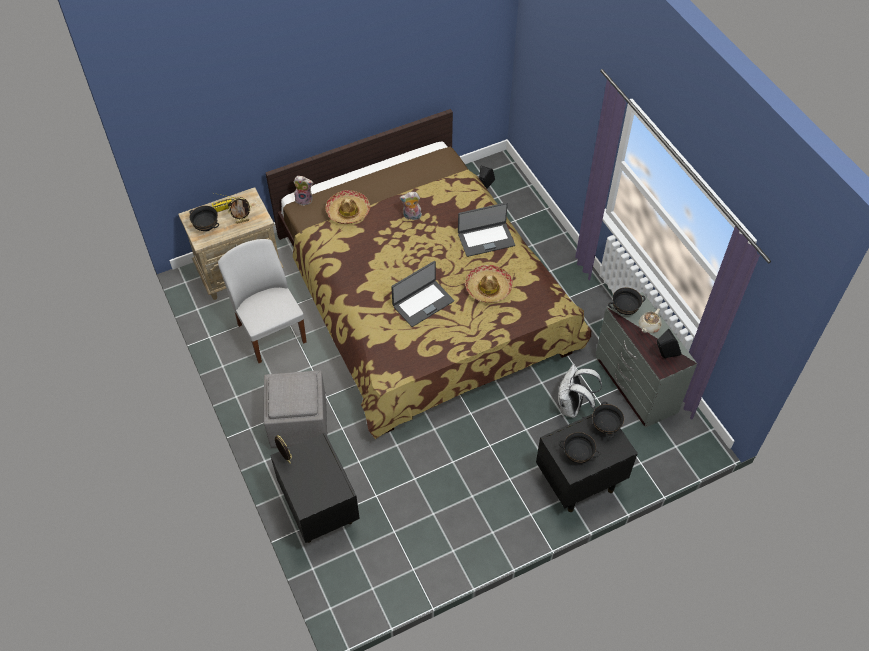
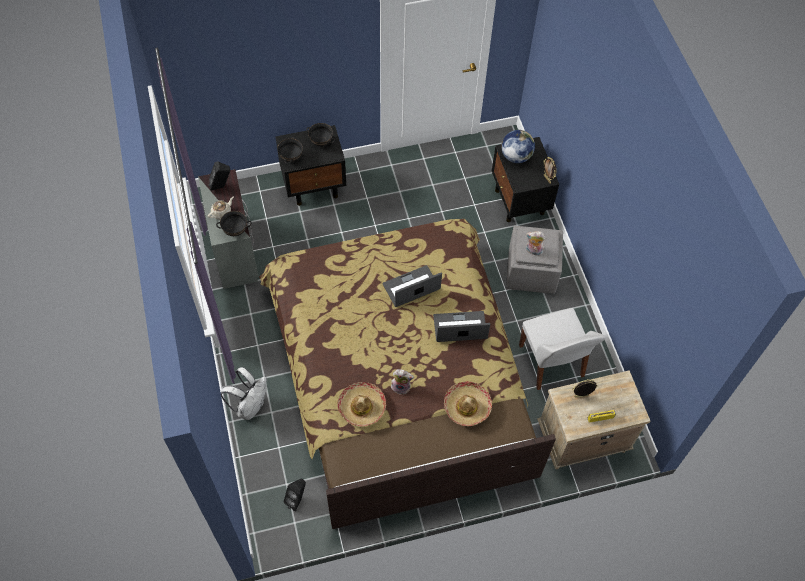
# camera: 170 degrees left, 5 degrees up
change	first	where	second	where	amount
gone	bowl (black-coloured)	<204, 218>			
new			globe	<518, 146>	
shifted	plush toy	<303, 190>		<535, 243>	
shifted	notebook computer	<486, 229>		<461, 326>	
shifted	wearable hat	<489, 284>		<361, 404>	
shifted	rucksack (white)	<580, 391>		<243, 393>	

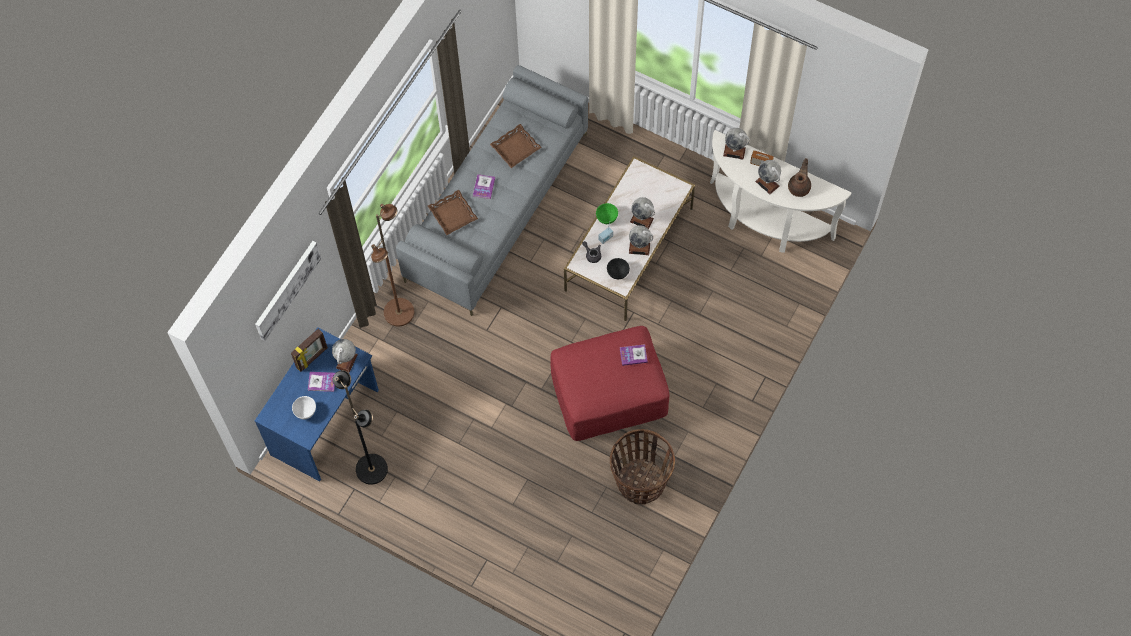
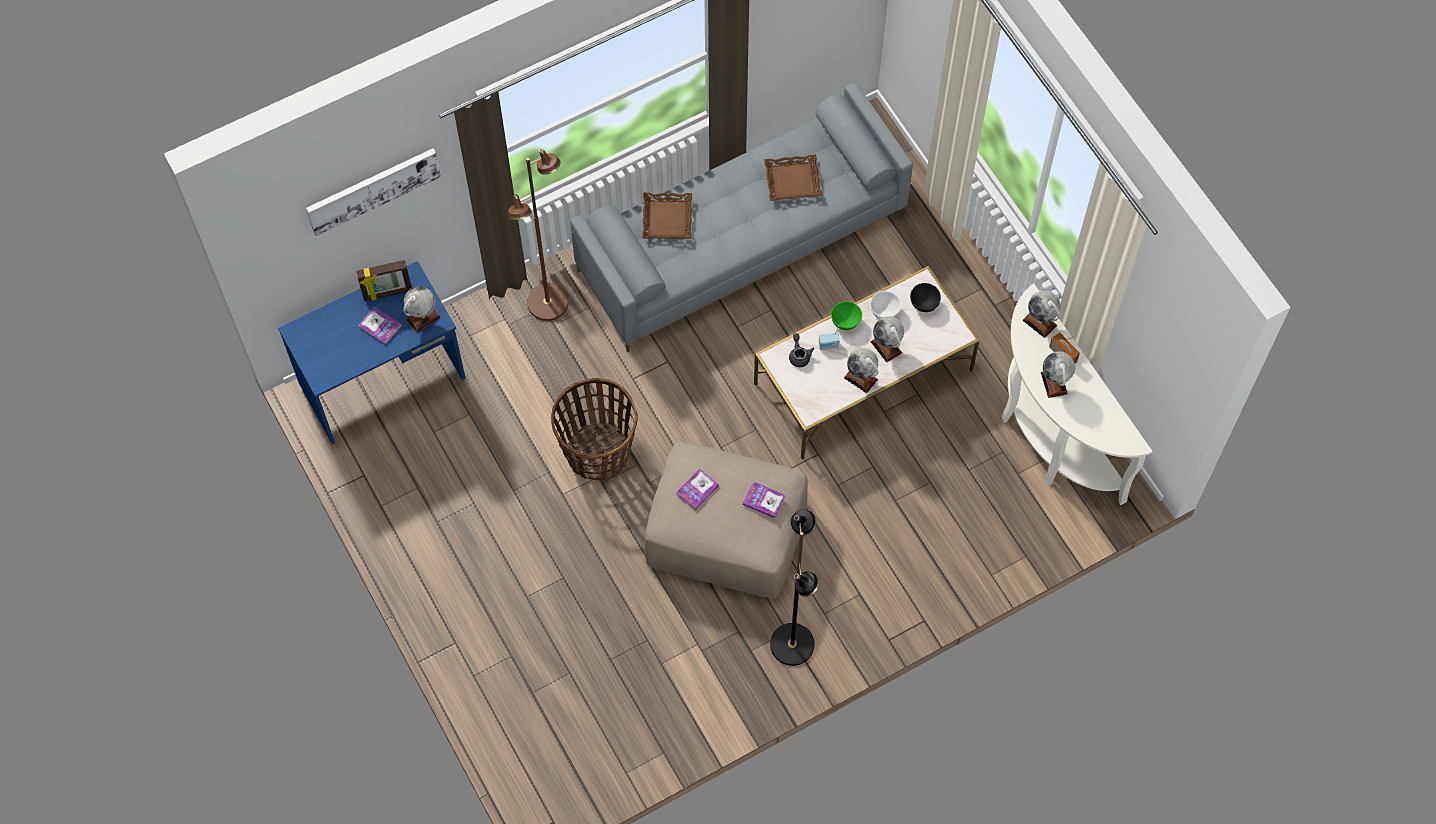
# camera: 30 degrees right, 0 degrees up
change	first	where	second	where	amount
gone	teapot (brown)	<799, 177>			
shifted	bowl (white)	<304, 408>		<885, 305>	
shifted	floor lamp (black-coloured)	<360, 427>		<794, 588>	
shifted	bound book	<484, 186>		<697, 489>	
shifted	bowl (black-coloured)	<618, 268>		<925, 297>	
shifted	basket	<642, 467>		<594, 429>	
repainted	footrest (red)	<609, 383>	footrest (sand-coloured)	<726, 520>	

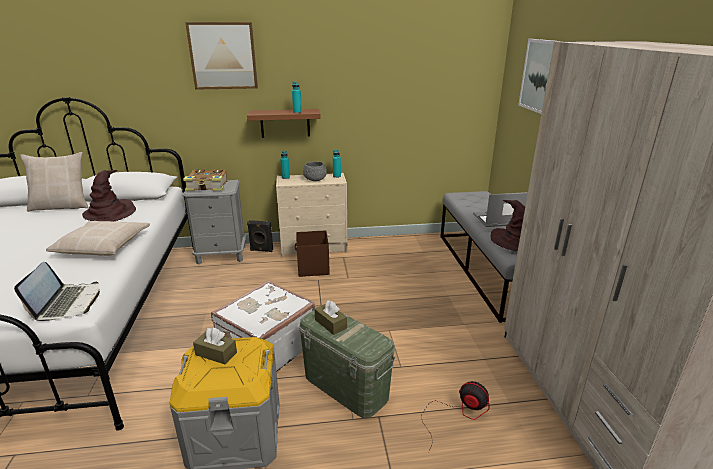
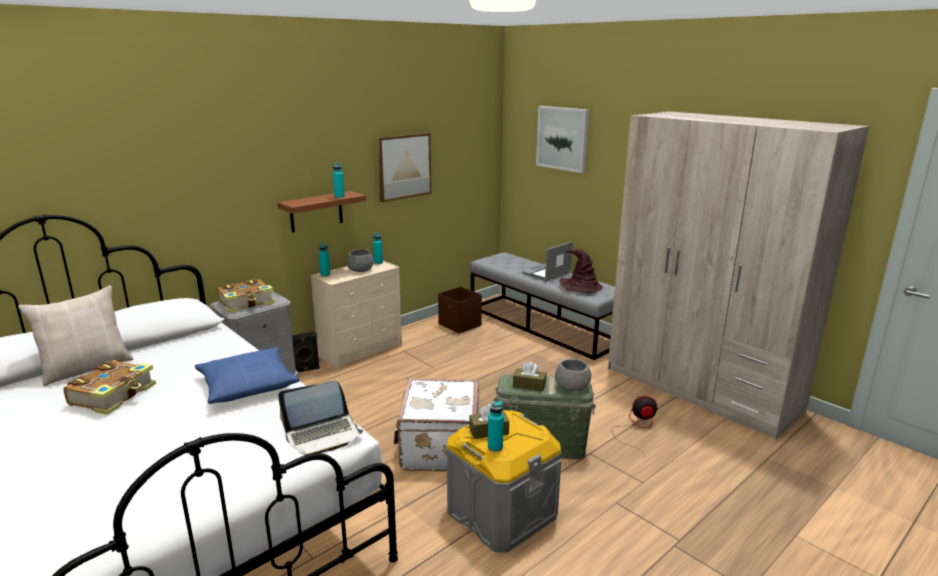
# camera: 35 degrees left, 5 degrees down
change	first	where	second	where	amount
gone	wearable hat (brown)	<109, 195>			
new			bound book	<109, 387>	
new			drink bottle (blue-green)	<496, 426>	
new			bowl (greyish)	<573, 375>	
shifted	wall picture	<221, 56>		<404, 167>	
shifted	storage container (brown)	<312, 253>		<460, 310>	
repainted	throw pillow (sand-coloured)	<98, 238>	throw pillow (blue)	<247, 375>	
rotated	notebook computer	<57, 291>		<320, 418>	105 degrees clockwise

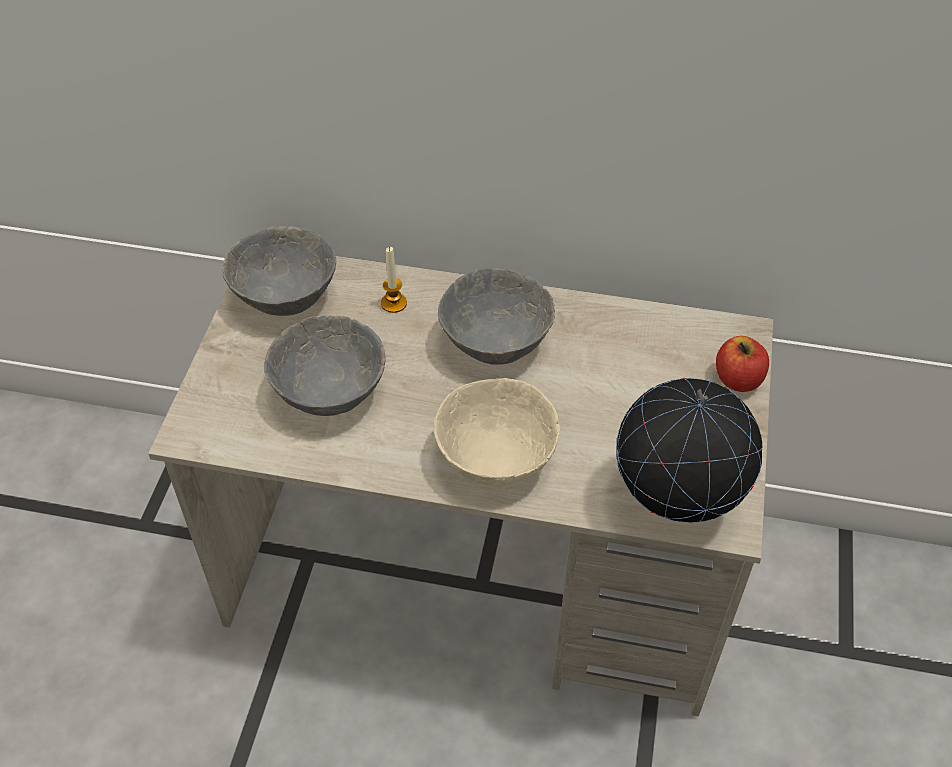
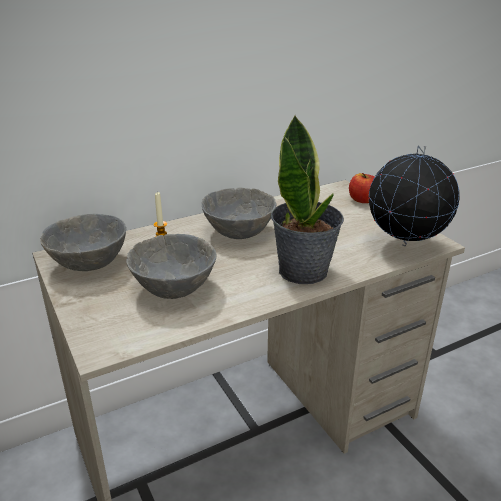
# camera: 40 degrees left, 20 degrees down
change	first	where	second	where	amount
swapped	bowl (sand-coloured)	<497, 431>	houseplant	<307, 199>	

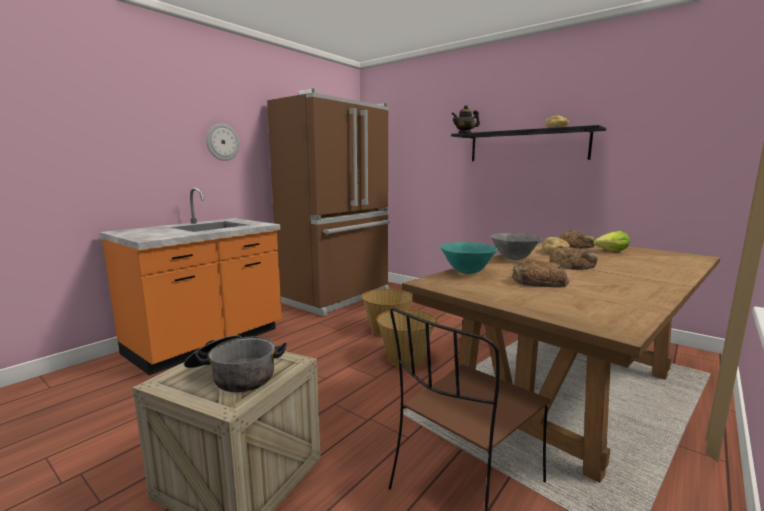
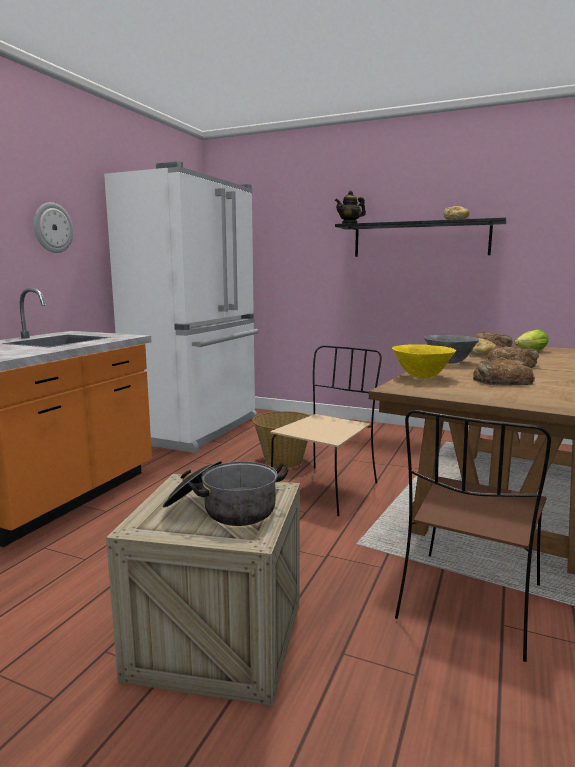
# camera: 15 degrees left, 0 degrees up
change	first	where	second	where	amount
swapped	basket	<407, 338>	chair (sand-coloured)	<326, 430>	
repainted	kitchen fridge (brown)	<328, 202>	kitchen fridge (white)	<181, 307>	
repainted	bowl (blue-green)	<469, 258>	bowl (yellow-coloured)	<424, 361>	

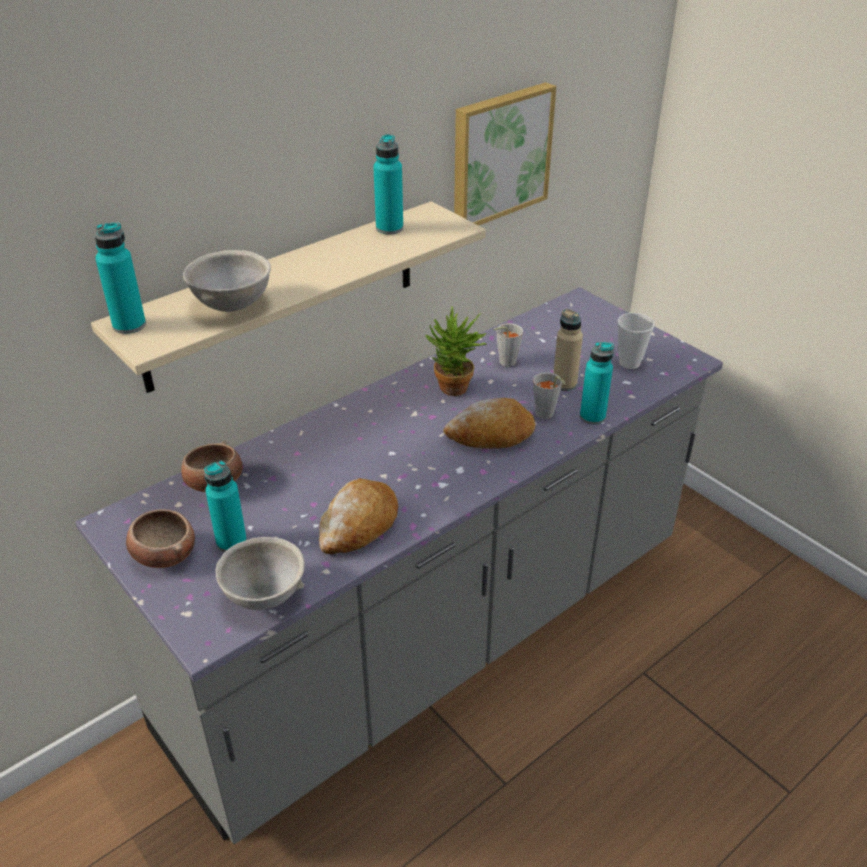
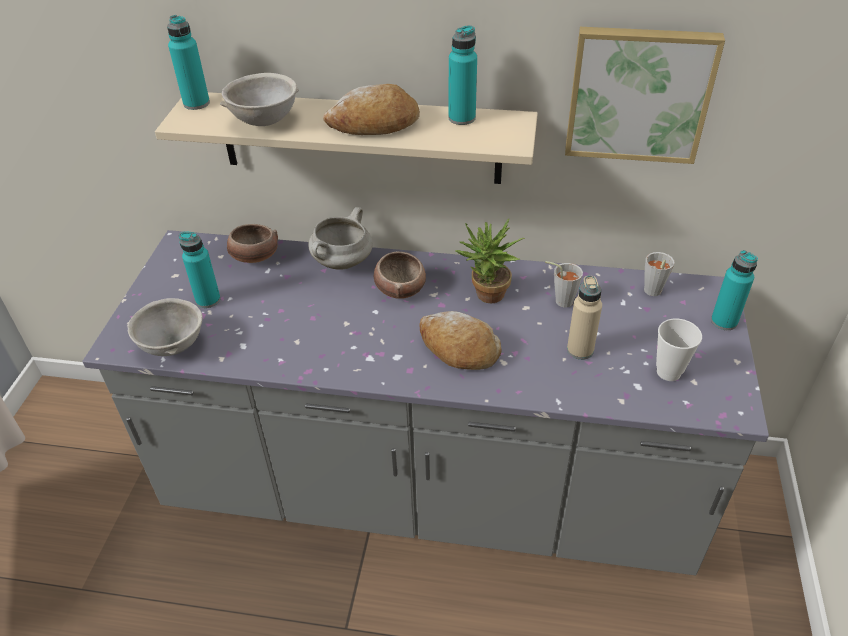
# camera: 50 degrees right, 5 degrees up
change	first	where	second	where	amount
new			stockpot (white)	<340, 238>	
shifted	bowl	<160, 538>		<400, 275>	
shifted	baked bread	<358, 516>		<371, 109>	
shifted	cup (greyish)	<549, 395>		<659, 274>	
shifted	drink bottle (blue-green)	<597, 383>		<734, 290>	

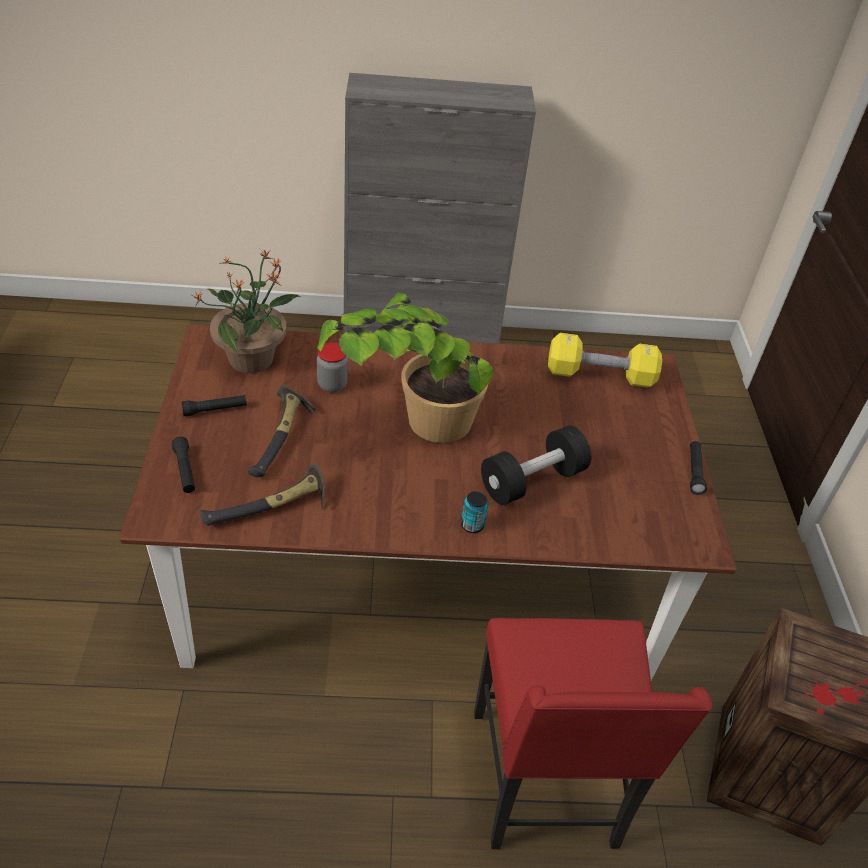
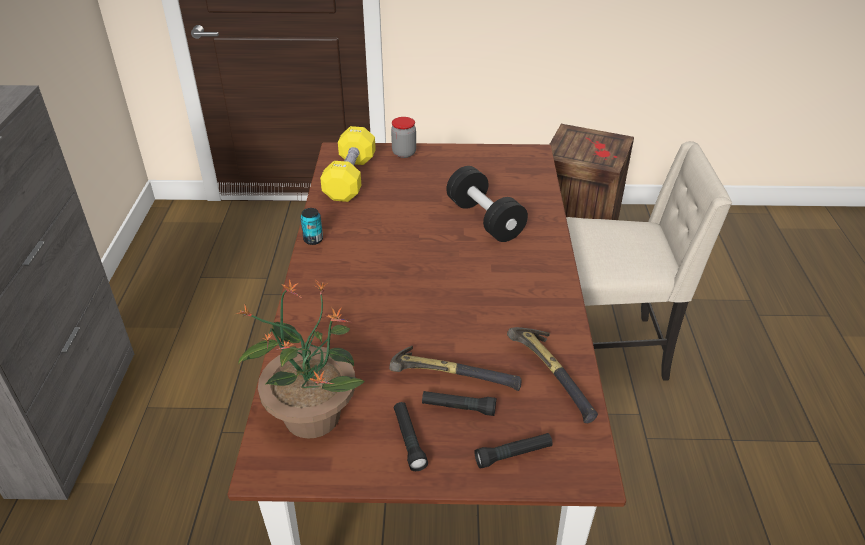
# camera: 85 degrees left, 5 degrees down
change	first	where	second	where	amount
gone	houseplant	<405, 368>			
shifted	preserve jar	<332, 367>		<403, 137>	
shifted	metal can	<474, 512>		<311, 226>	
shifted	flashlight (black-coloured)	<698, 468>		<459, 403>	
repainted	chair (red)	<593, 733>	chair (sand-coloured)	<649, 261>	

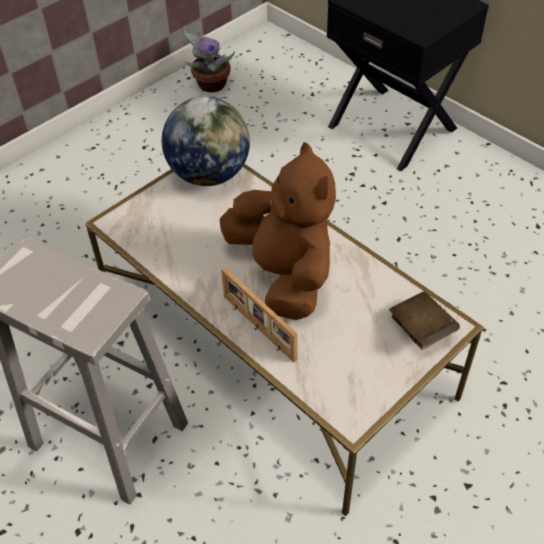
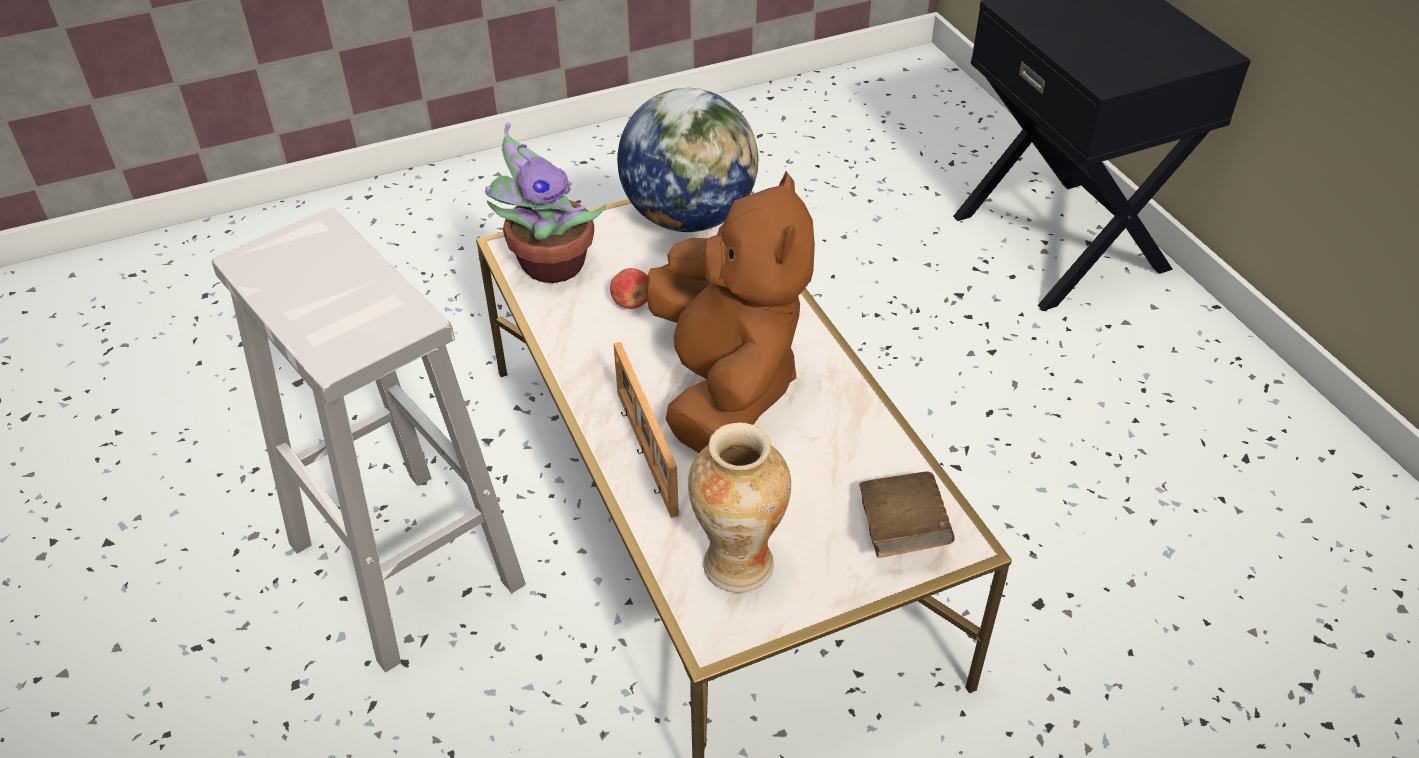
# camera: 20 degrees right, 5 degrees down
change	first	where	second	where	amount
new			apple	<628, 288>	
new			decorative vase	<739, 507>	
shifted	houseplant	<209, 58>		<545, 203>	

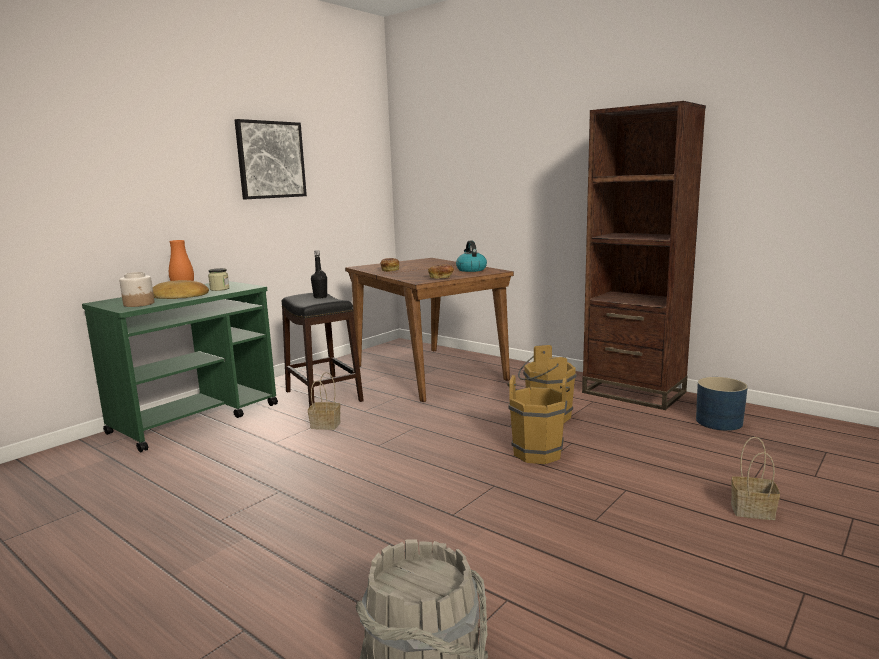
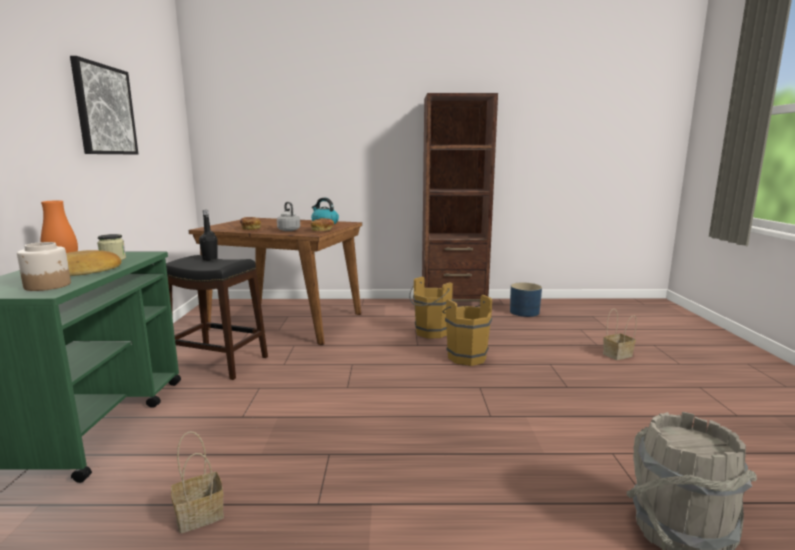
# camera: 40 degrees left, 0 degrees up
change	first	where	second	where	amount
new			water kettle (greyish)	<288, 216>	
shifted	basket	<324, 401>		<197, 482>	

